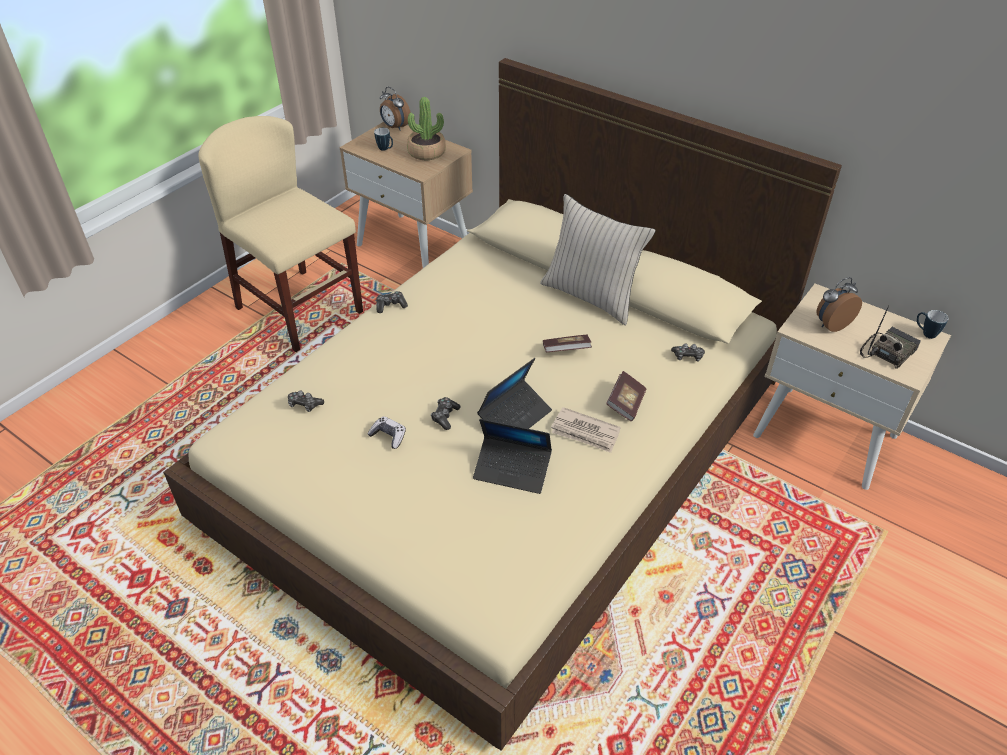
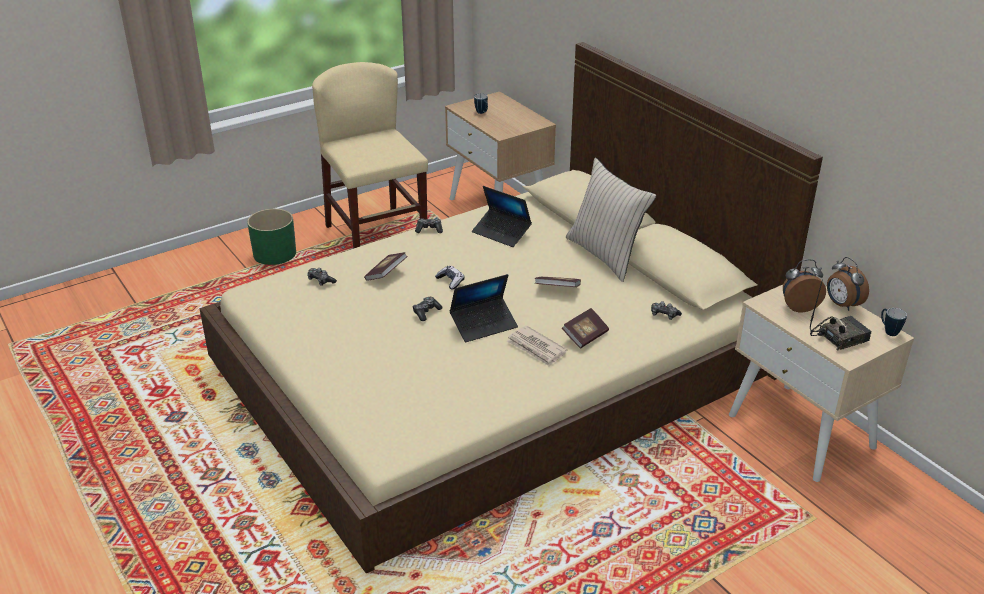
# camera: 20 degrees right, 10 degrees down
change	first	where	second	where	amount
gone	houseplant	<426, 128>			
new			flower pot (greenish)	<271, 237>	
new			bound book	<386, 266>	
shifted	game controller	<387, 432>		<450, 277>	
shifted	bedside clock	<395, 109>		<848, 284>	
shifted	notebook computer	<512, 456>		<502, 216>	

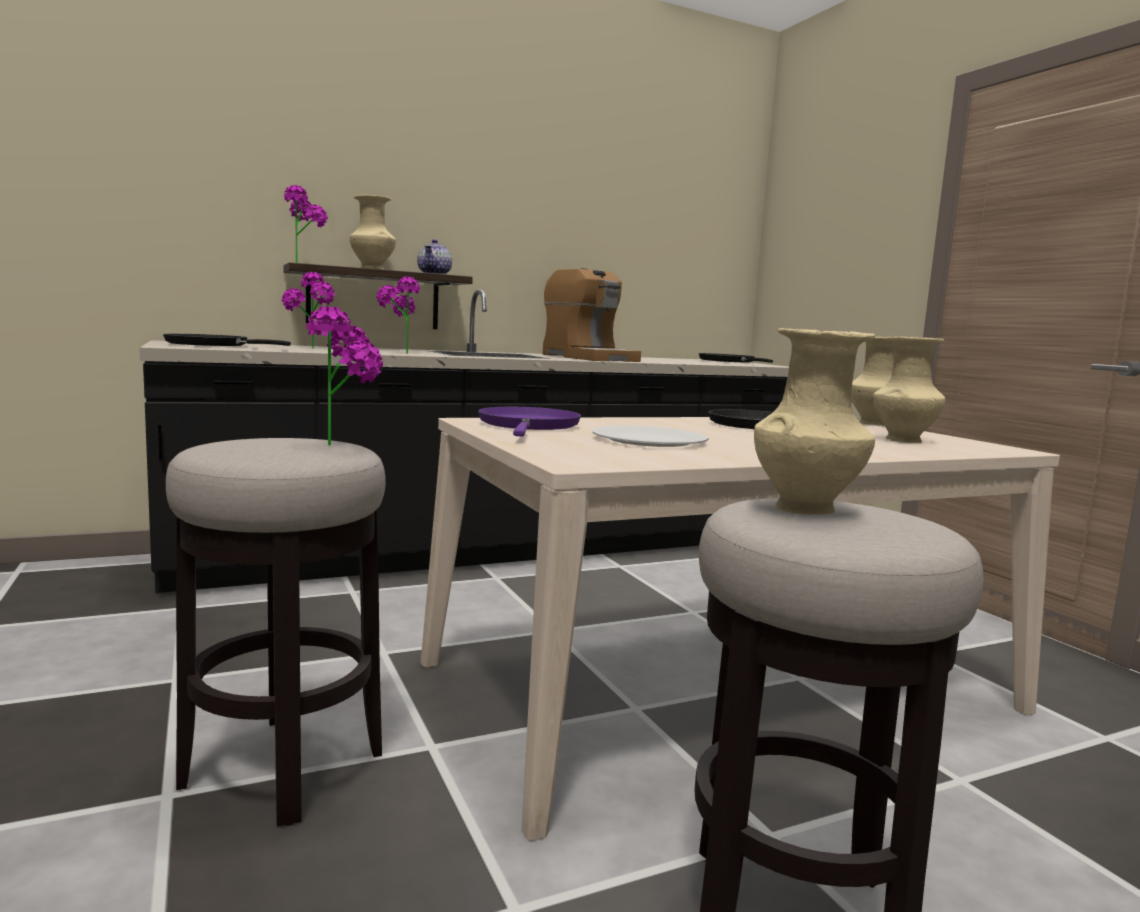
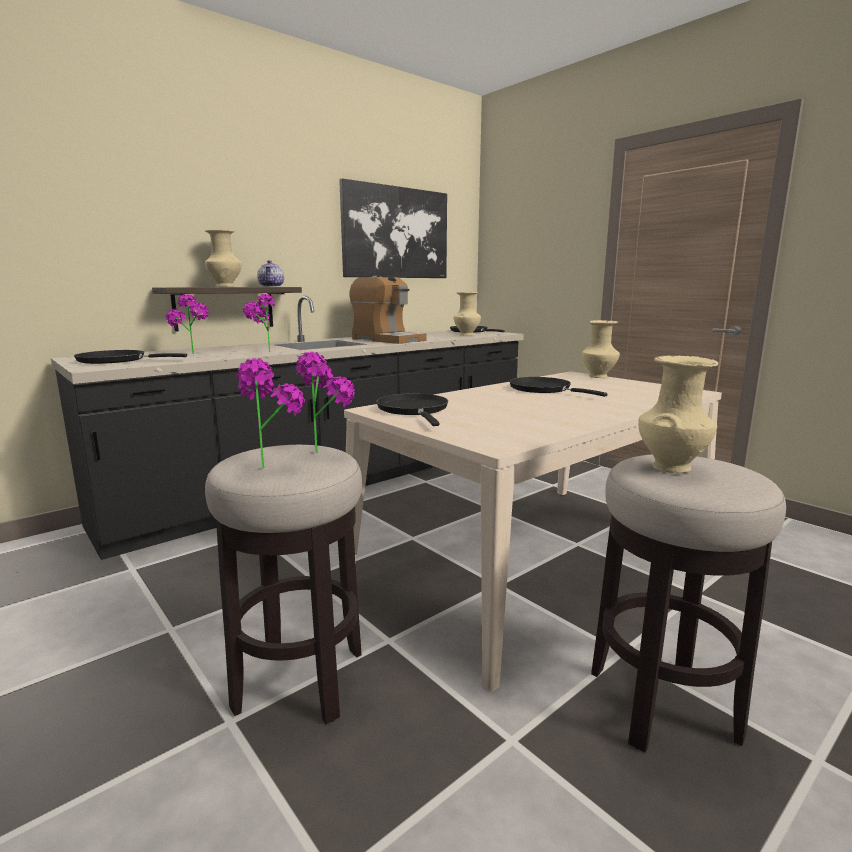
# camera: 15 degrees left, 5 degrees up
change	first	where	second	where	amount
gone	plate (white)	<650, 436>			
new			wall picture	<393, 228>	
shifted	houseplant	<306, 224>		<270, 413>	
shifted	decorative vase (sand-coloured)	<909, 389>		<467, 314>	
repainted	pan (purplish)	<529, 421>	pan (black-coloured)	<412, 409>	

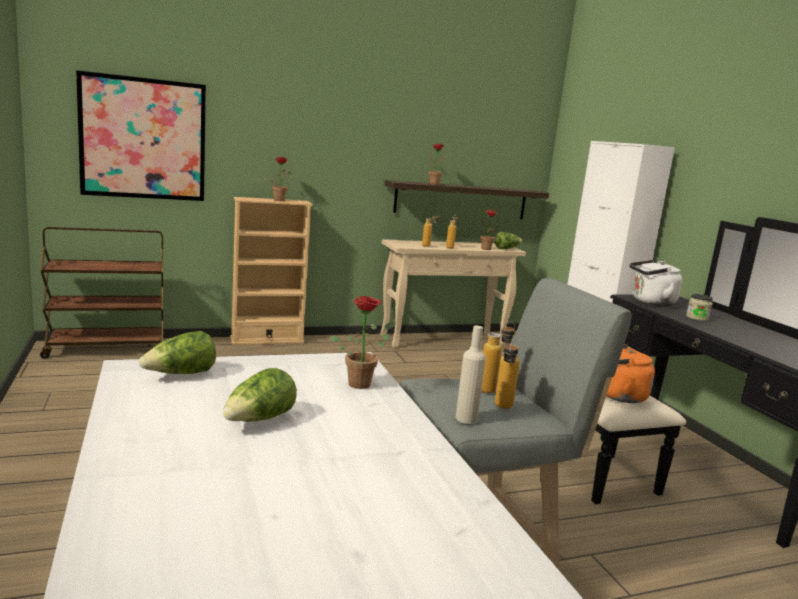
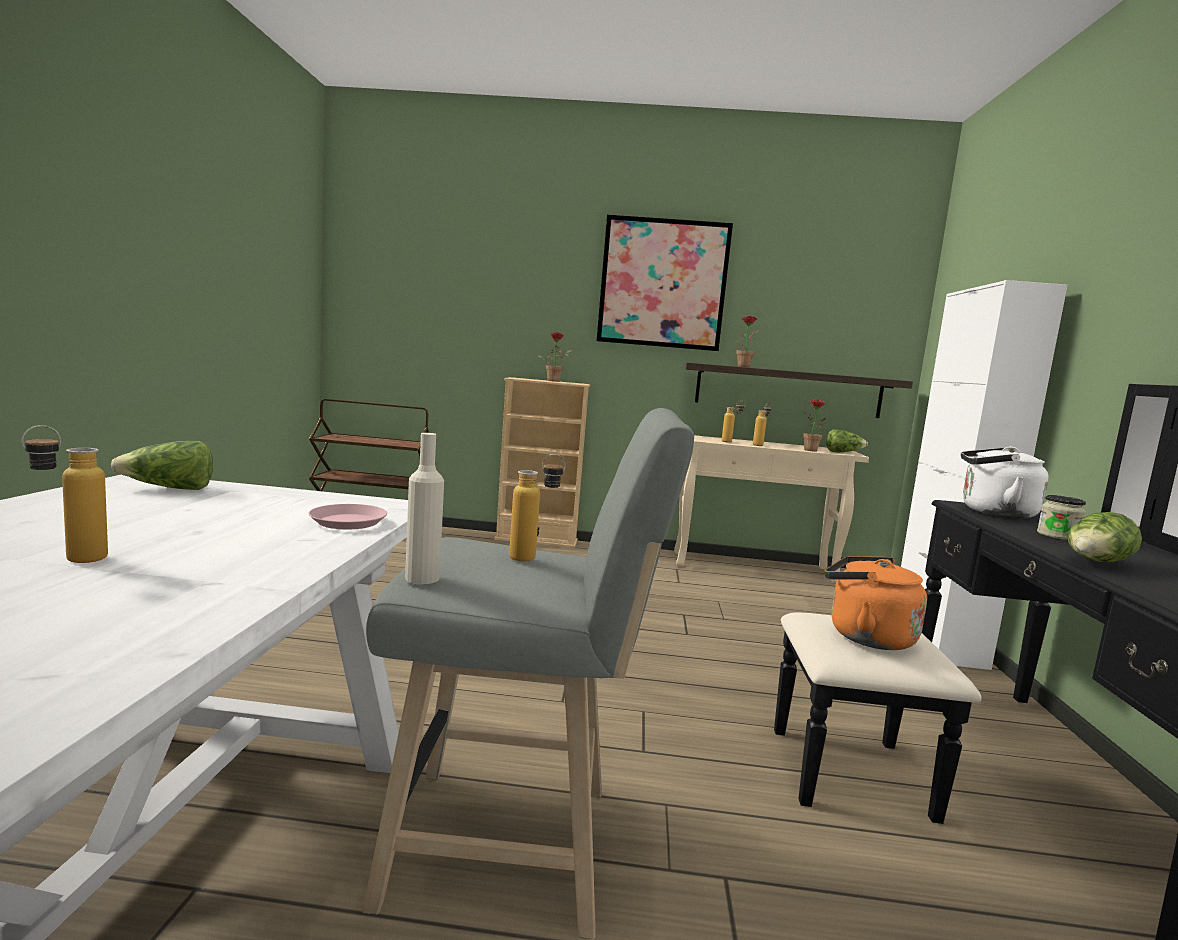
# camera: 25 degrees right, 5 degrees down
change	first	where	second	where	amount
shifted	wall picture	<141, 135>		<664, 282>	
shifted	lettuce	<260, 395>		<1105, 537>	
shifted	drink bottle	<507, 373>		<65, 494>	
swapped	houseplant	<362, 342>	plate (pink)	<347, 516>	

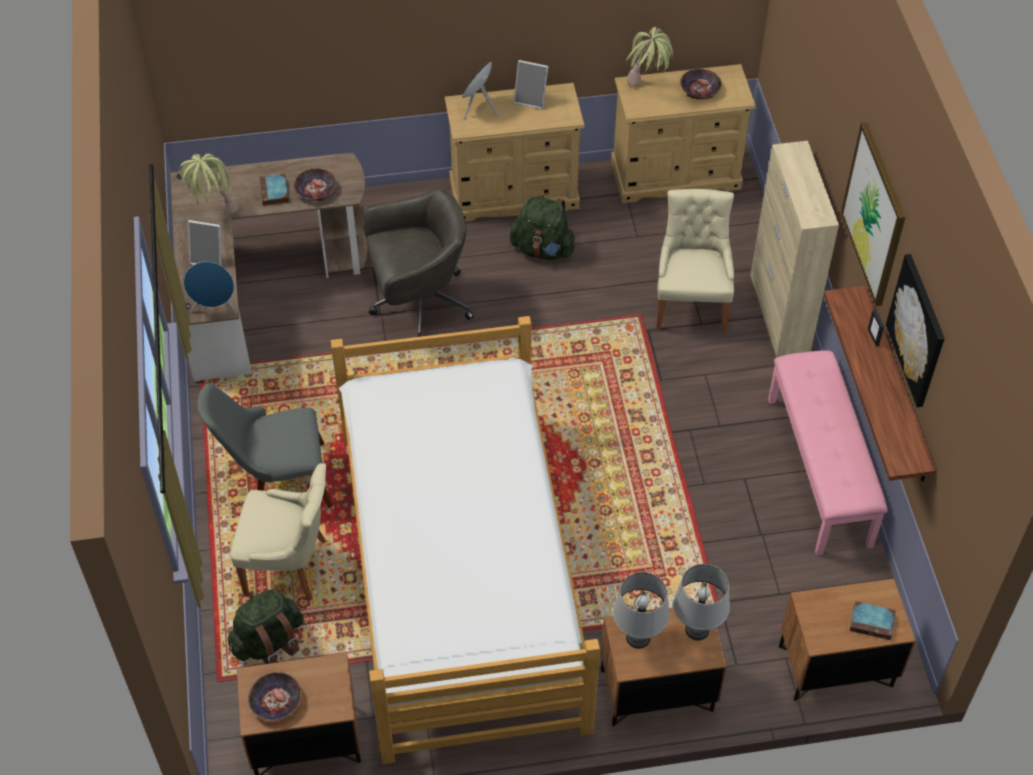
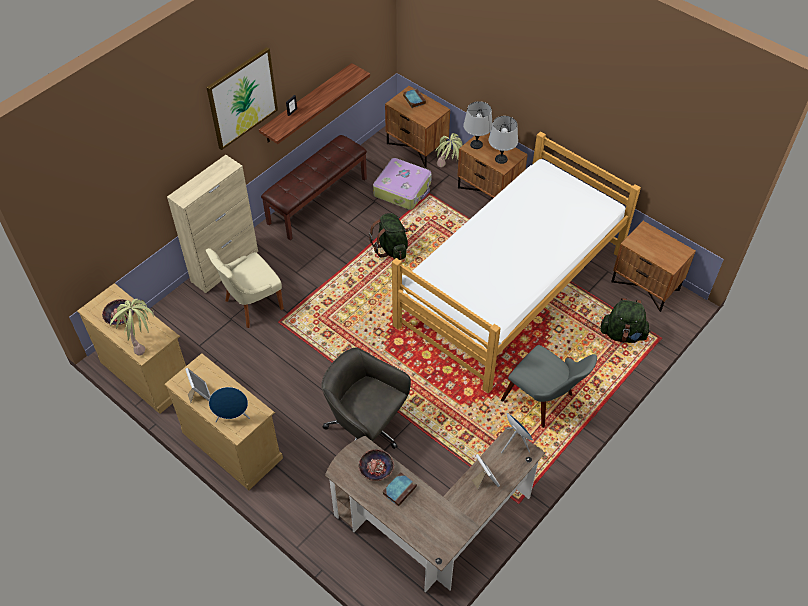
# camera: 130 degrees left, 0 degrees up
change	first	where	second	where	amount
gone	chair (sand-coloured)	<279, 532>			
gone	bowl	<275, 696>			
gone	wall picture	<915, 330>			
new			suitcase	<402, 184>	
shifted	houseplant	<208, 184>		<449, 150>	
shifted	rucksack (greenish)	<543, 227>		<389, 236>	
repainted	indoor bench (pink)	<828, 453>	indoor bench (brown)	<314, 187>	

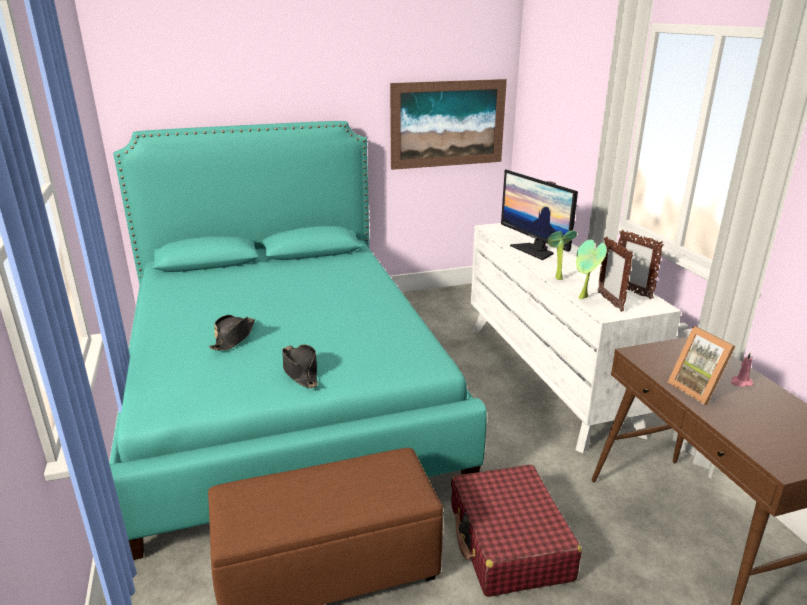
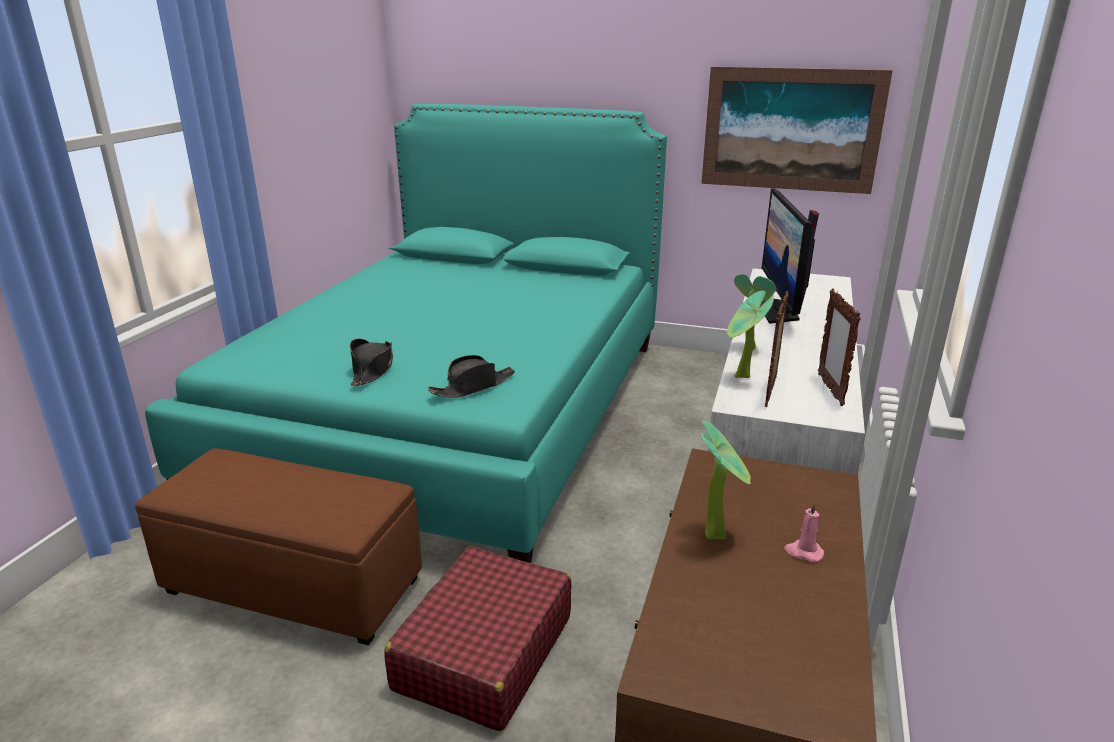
# camera: 35 degrees right, 0 degrees up
change	first	where	second	where	amount
shifted	wearable hat (black-coloured)	<232, 332>		<471, 376>	
swapped	picture frame	<701, 365>	houseplant	<726, 480>	

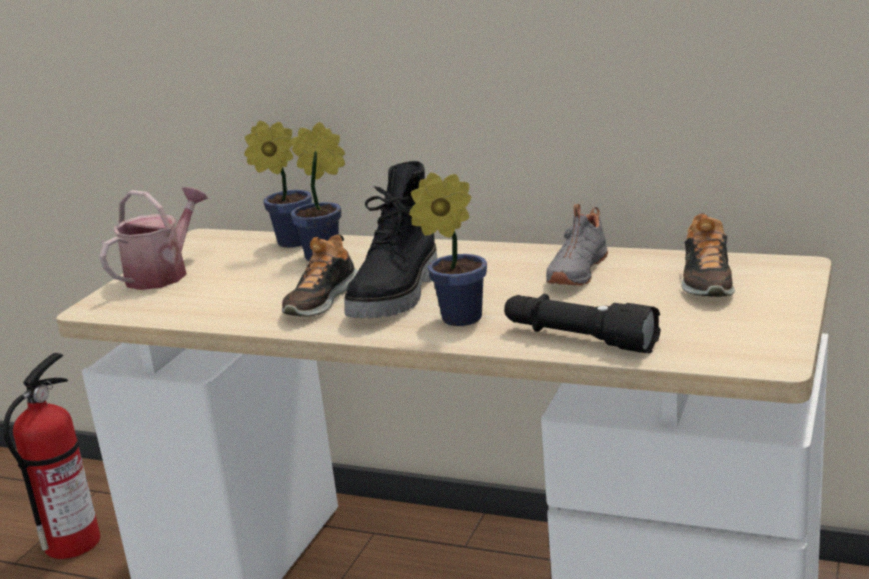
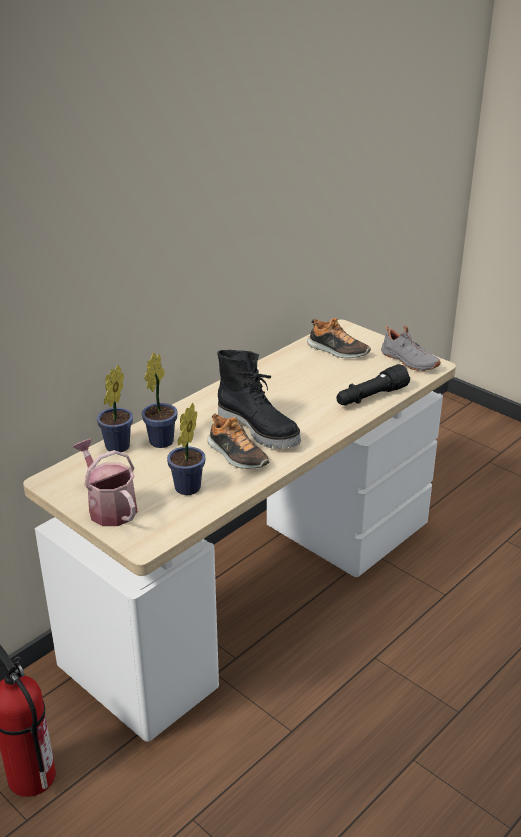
# camera: 70 degrees left, 10 degrees up
change	first	where	second	where	amount
shifted	houseplant	<448, 249>		<186, 449>	
shifted	low shoe (greyish)	<577, 245>		<411, 348>	

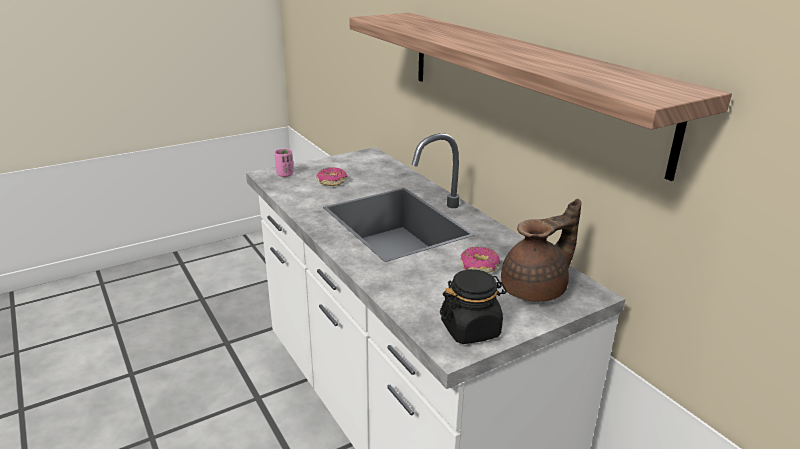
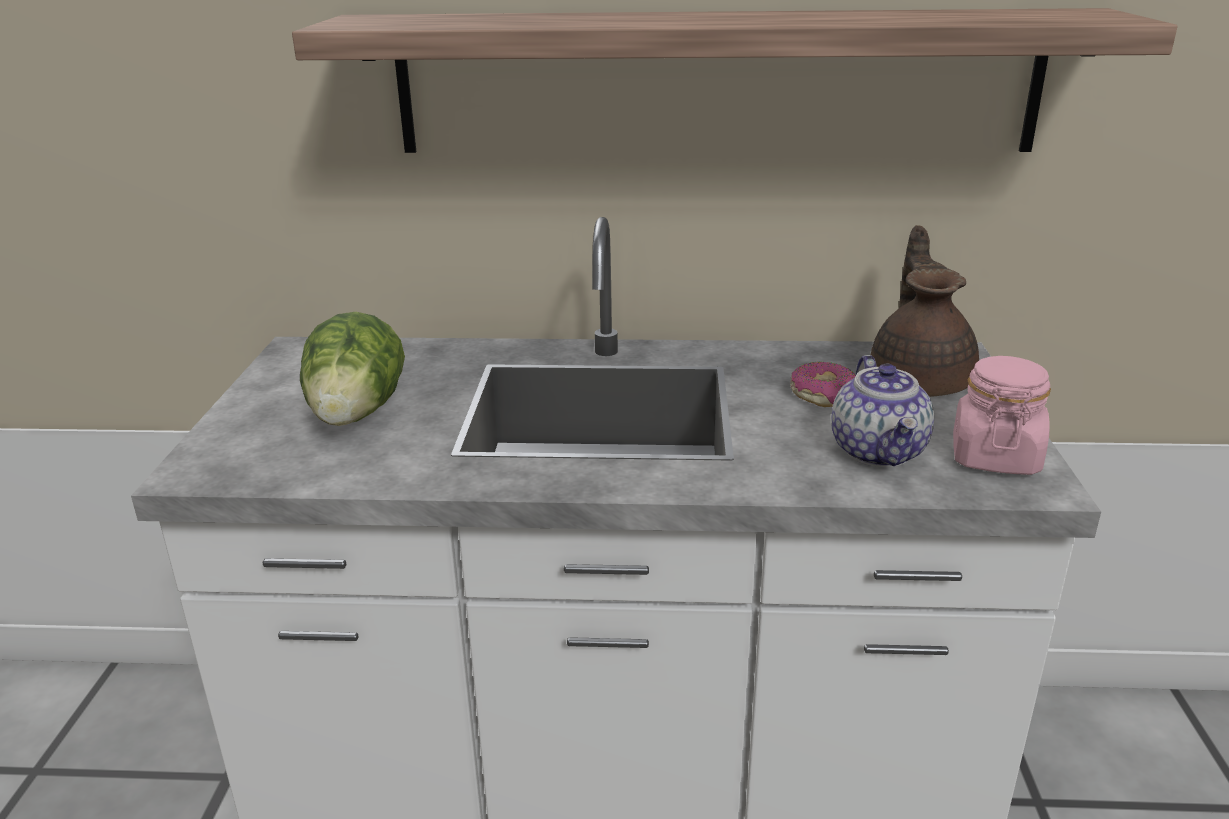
# camera: 55 degrees left, 0 degrees up
change	first	where	second	where	amount
gone	cup (pink)	<284, 162>			
new			teapot	<882, 411>	
swapped	doughnut	<331, 176>	lettuce	<352, 369>	
repainted	preserve jar (black-coloured)	<473, 306>	preserve jar (pink)	<1002, 415>	

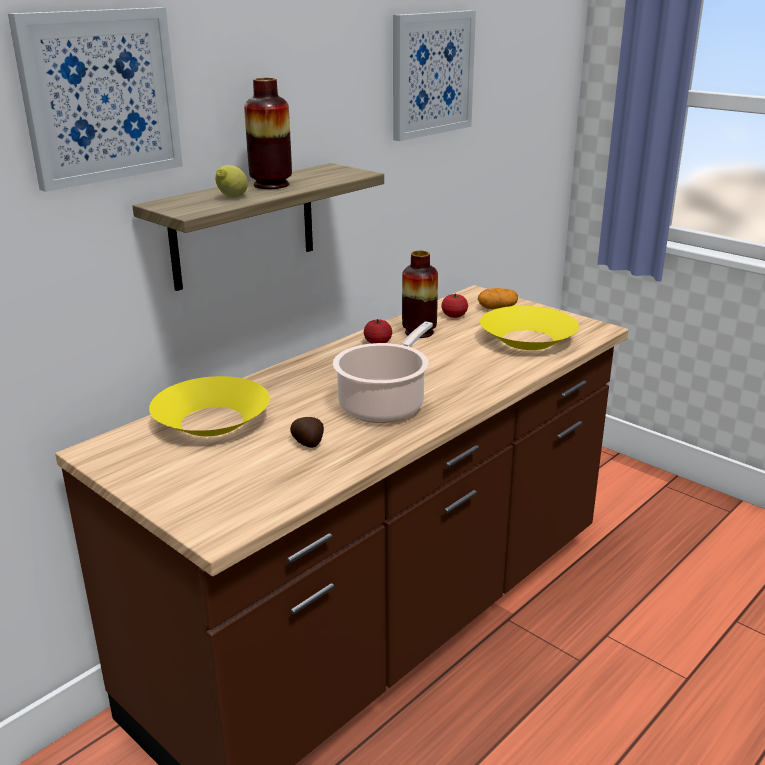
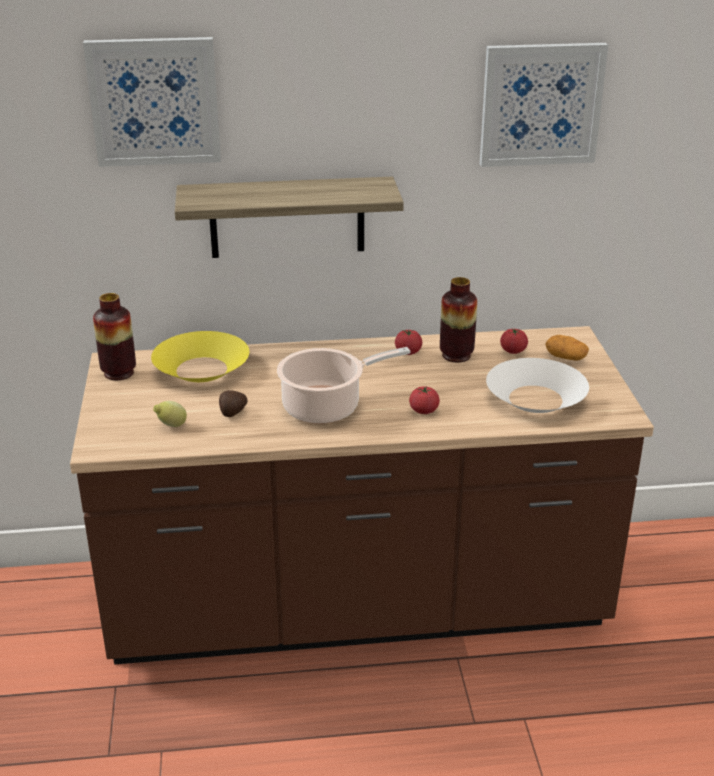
# camera: 40 degrees right, 5 degrees up
change	first	where	second	where	amount
new			fresh tomato	<424, 400>	
shifted	lemon	<231, 181>		<170, 414>	
shifted	decorative vase	<268, 133>		<114, 336>	
repainted	bowl (yellow-coloured)	<529, 328>	bowl (white)	<537, 385>	

